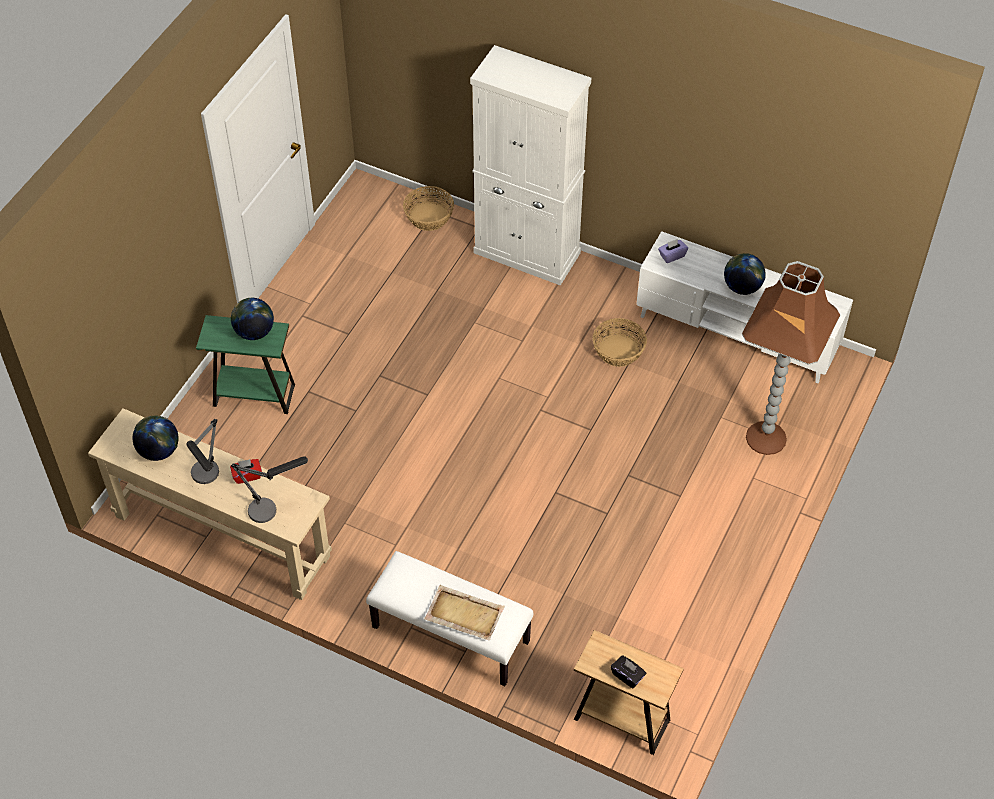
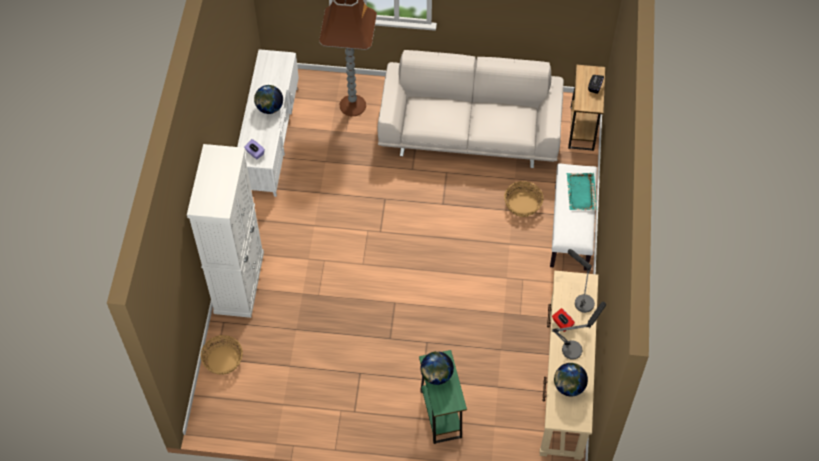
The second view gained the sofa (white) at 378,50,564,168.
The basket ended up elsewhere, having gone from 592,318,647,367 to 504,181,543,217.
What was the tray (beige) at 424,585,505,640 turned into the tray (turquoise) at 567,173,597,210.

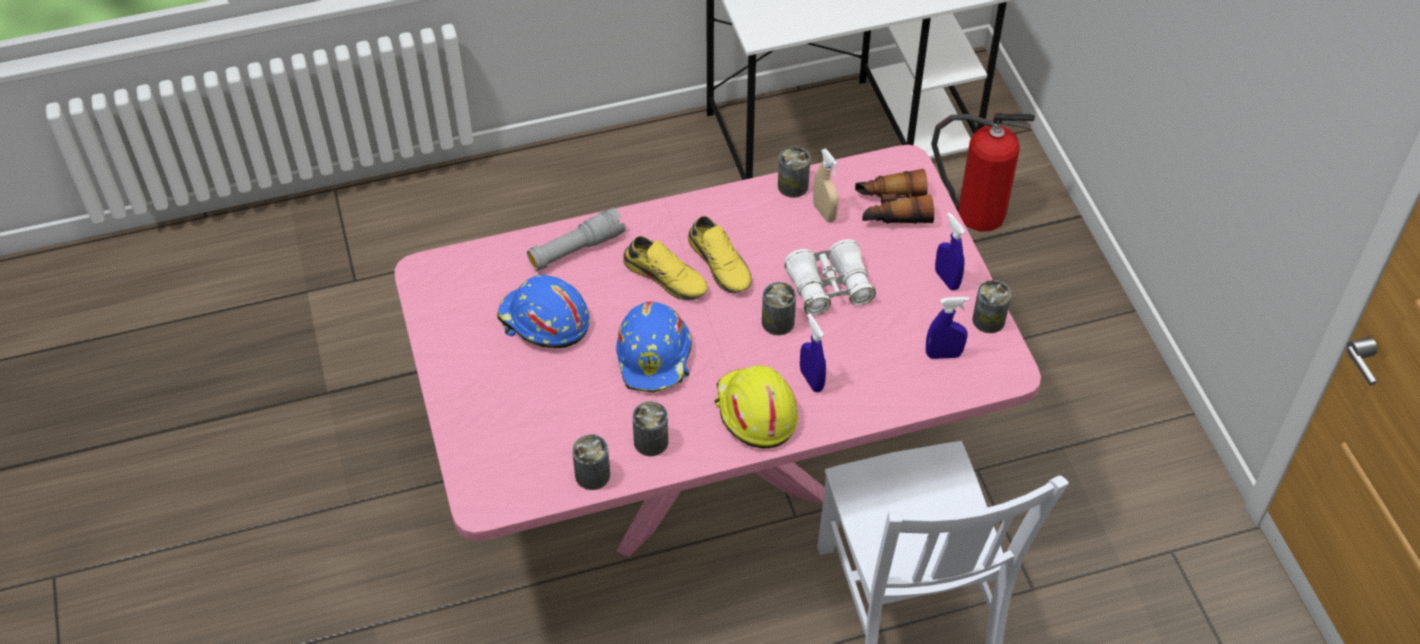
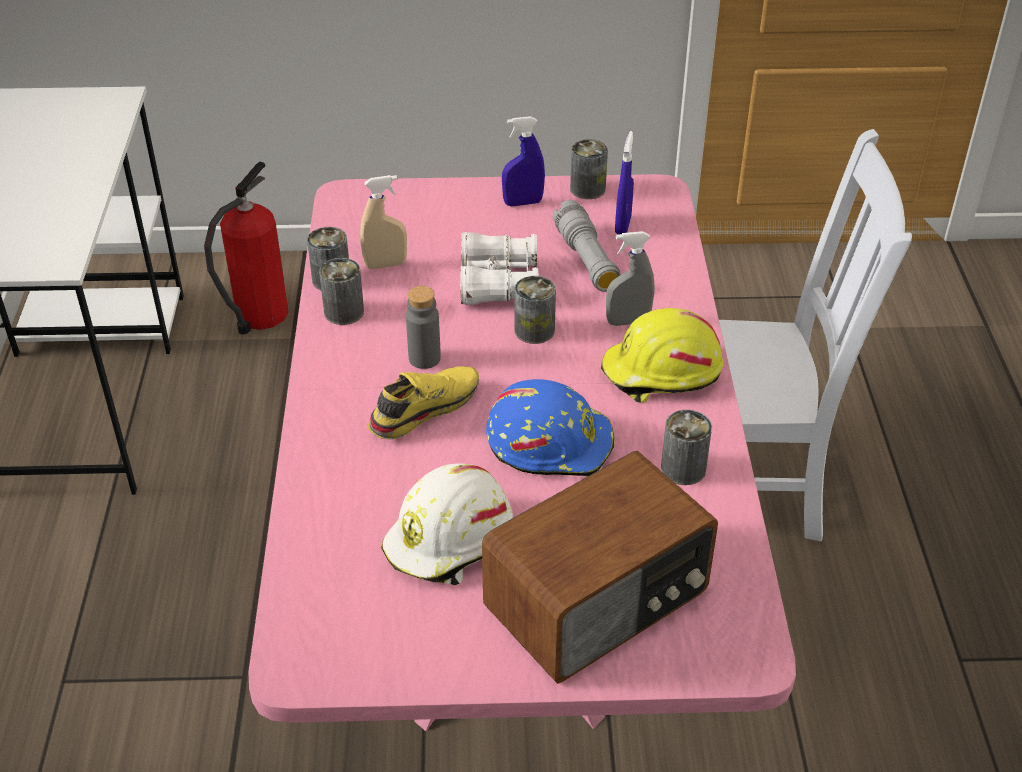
The second view lost the binoculars at 855,169,934,224.
The second view gained the radio at 482,451,718,684.
The flashlight (grey) ended up elsewhere, having gone from 527,208,626,271 to 553,200,621,292.
The can ended up elsewhere, having gone from 572,434,610,490 to 319,258,364,325.
Where the shoe (yellow) stood at 688,216,752,294, the bottle (grey) came to stand at 406,286,441,369.
What was the hard hat (blue) at 497,275,590,348 turned into the hard hat (white) at 381,463,513,585.
What was the spray bottle (blue) at 800,313,826,392 turned into the spray bottle (grey) at 606,231,654,326.

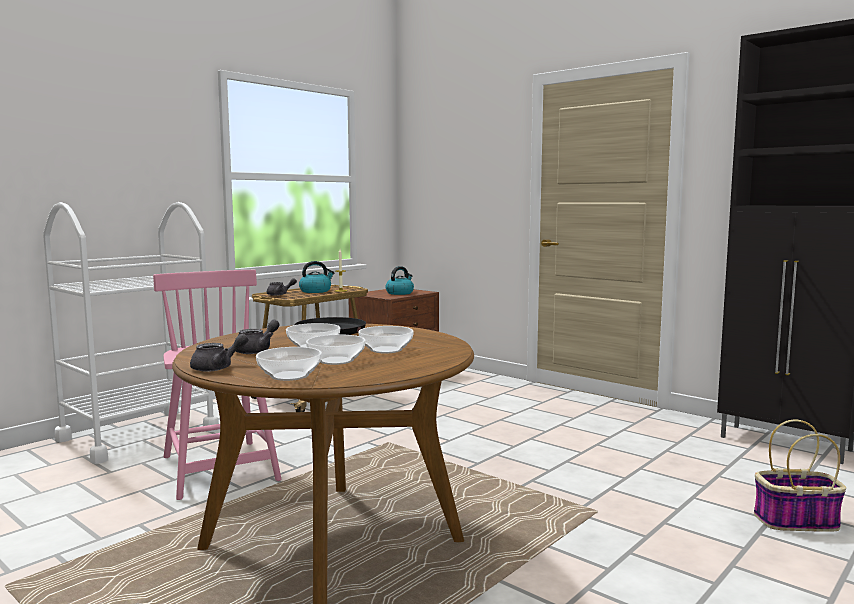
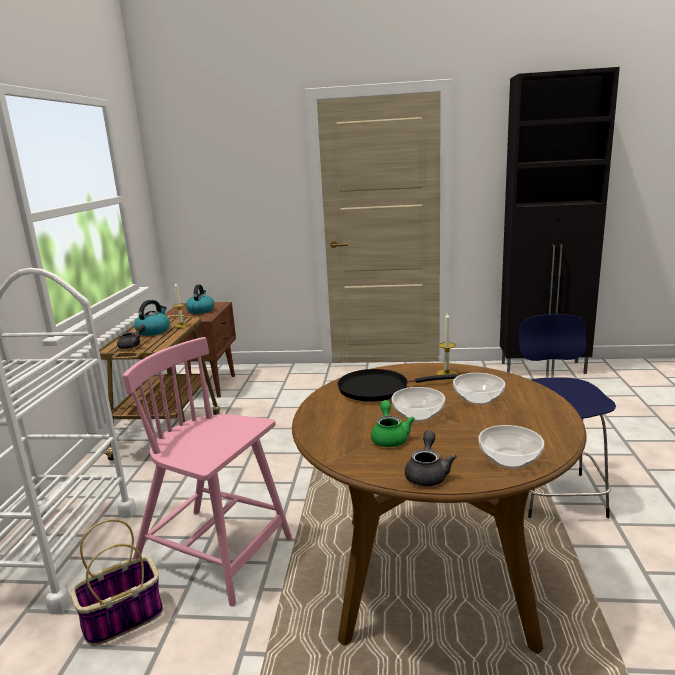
The second view lost the bowl at 306,335,366,365.
The second view gained the candle at 437,313,457,375.
The second view gained the stool (blue) at 519,314,616,518.
The basket ended up elsewhere, having gone from 754,420,846,532 to 70,519,163,646.
What was the teapot (grey) at 235,320,280,354 turned into the teapot (green) at 371,400,415,447.

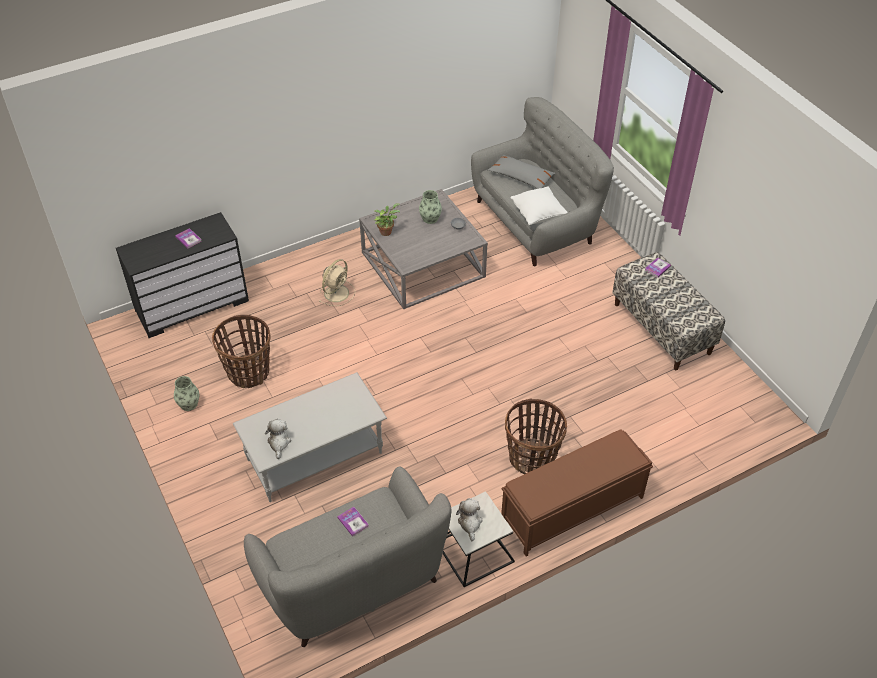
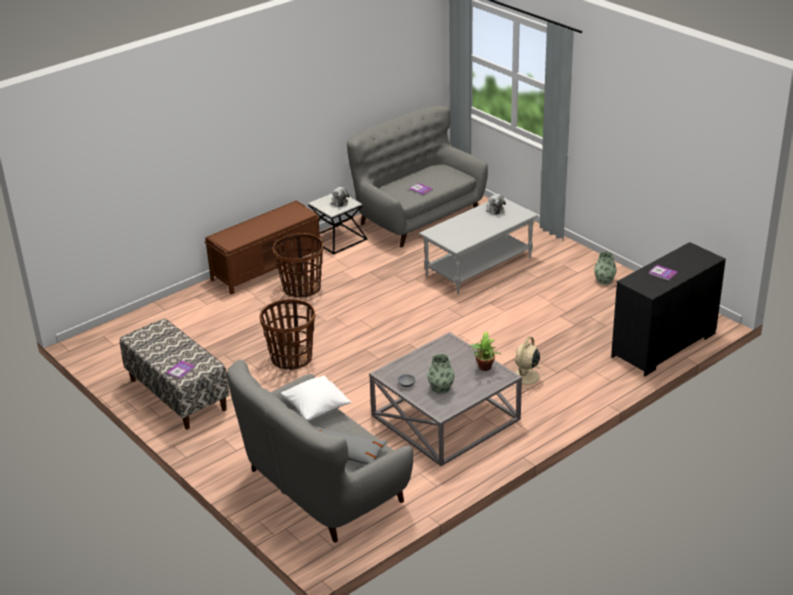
The basket ended up elsewhere, having gone from 212,315,271,388 to 259,299,315,370.

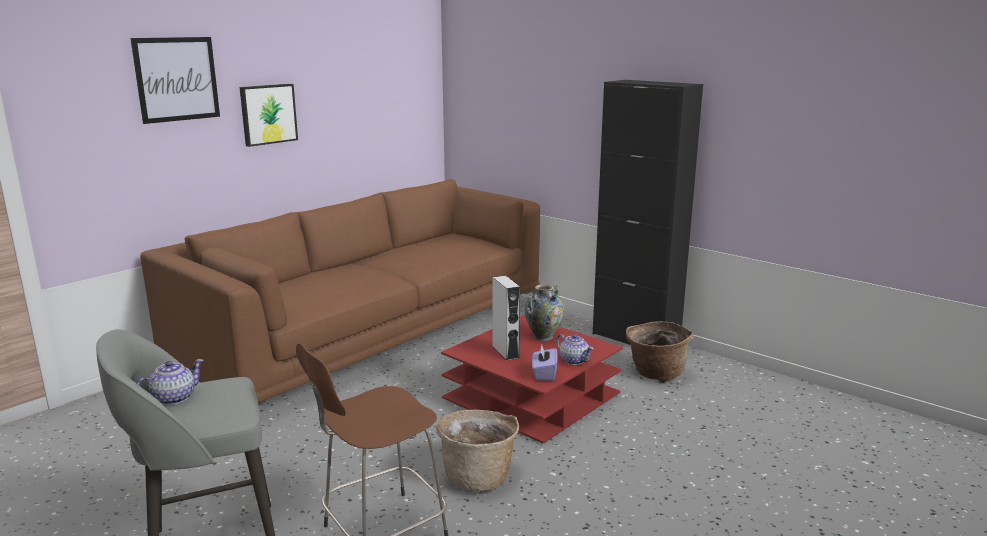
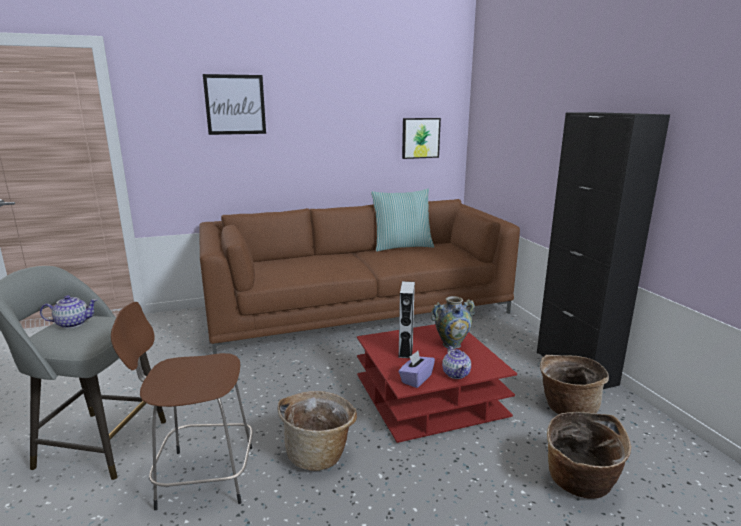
The second view gained the pillow at 371,189,434,252.
The second view gained the basket at 547,412,631,499.
The picture ended up elsewhere, having gone from 240,84,298,147 to 402,118,441,159.

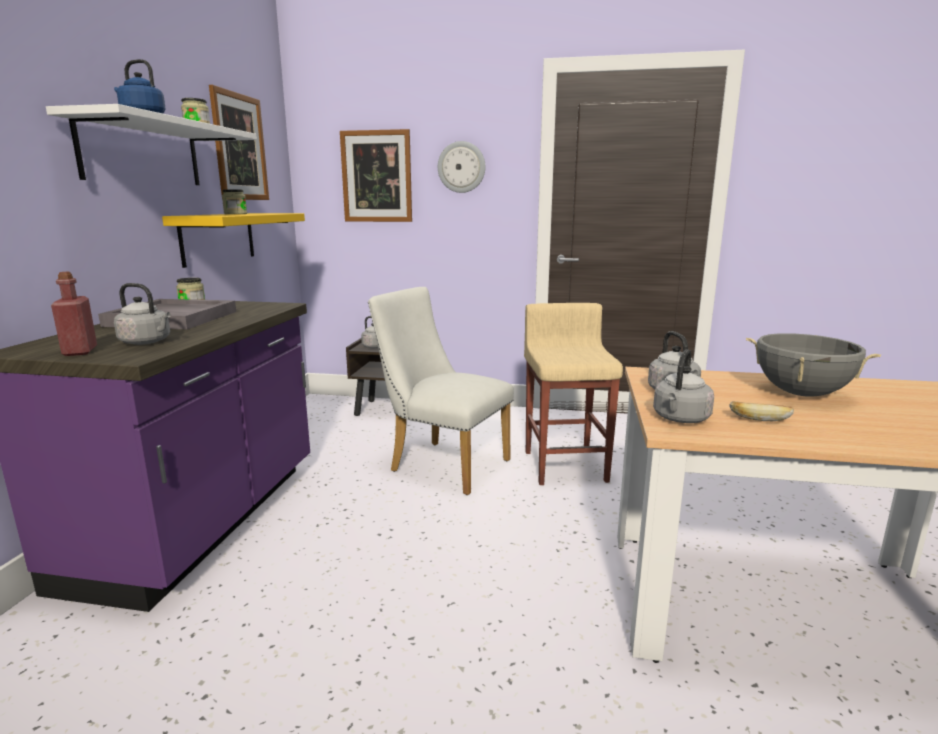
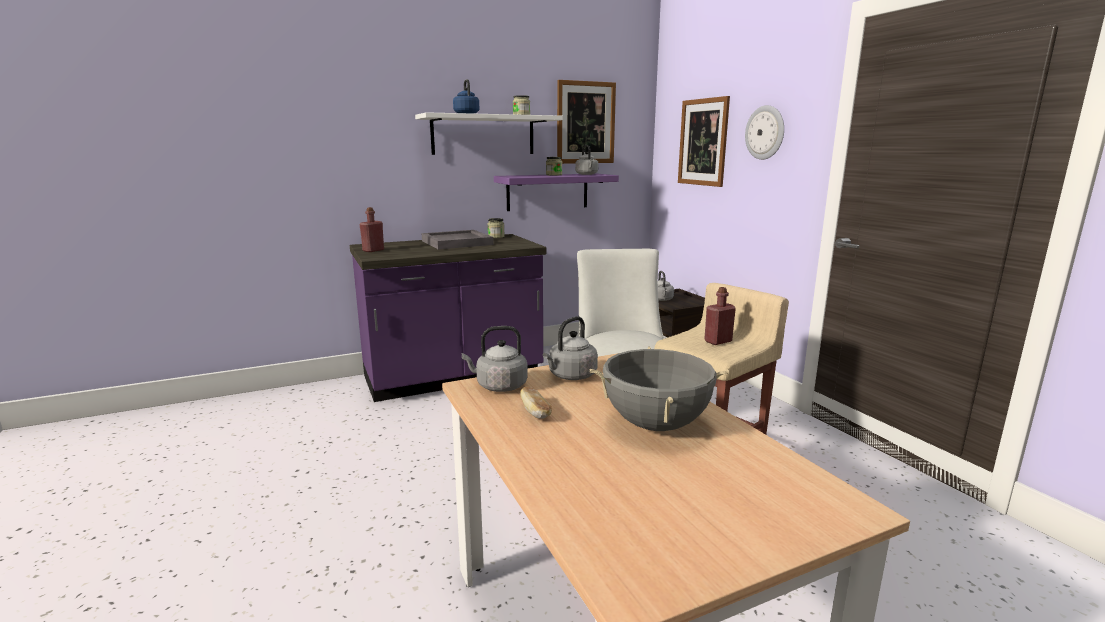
The second view gained the bottle (red) at 704,287,736,345.
The kettle (grey) ended up elsewhere, having gone from 114,283,171,345 to 575,145,598,175.
What was the shelf (yellow) at 162,213,305,268 turned into the shelf (purple) at 494,174,619,211.

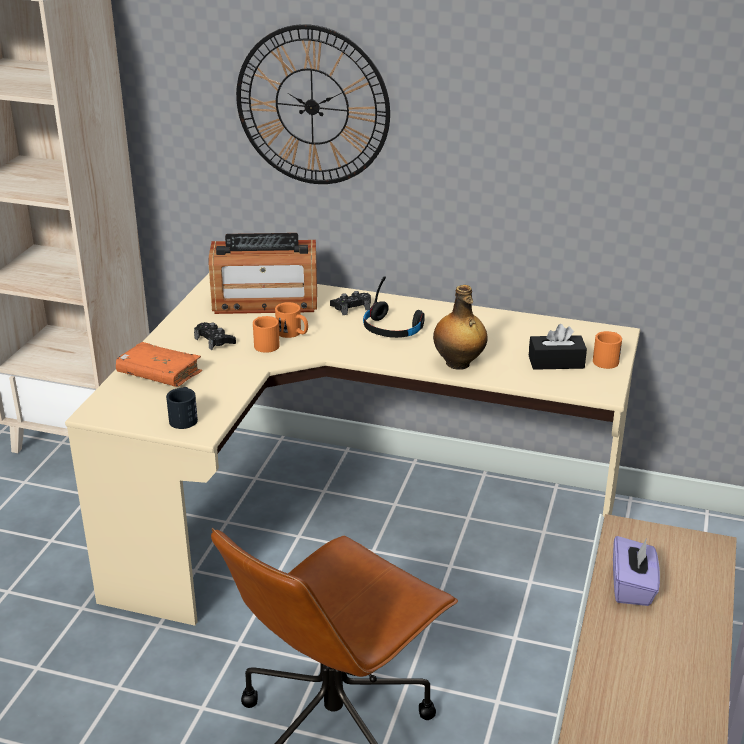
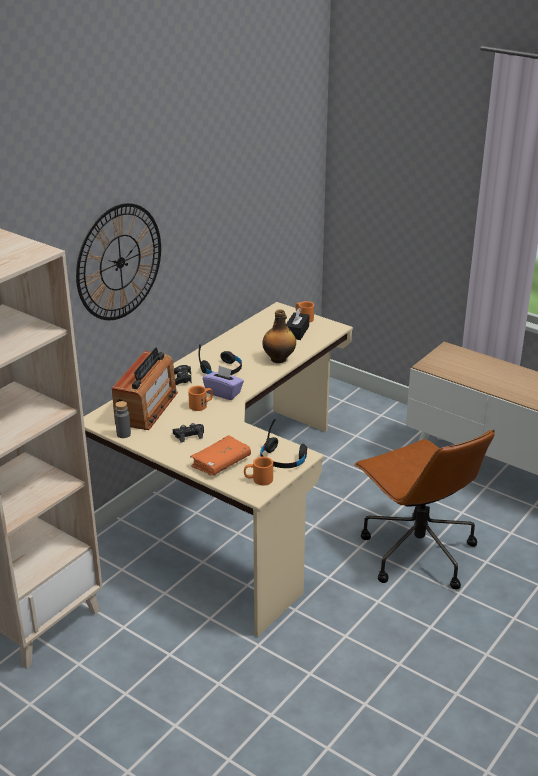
The second view gained the bottle (grey) at 115,401,131,438.
The mug (orange) ended up elsewhere, having gone from 253,316,280,353 to 244,457,273,485.
The tissue box (purple) ended up elsewhere, having gone from 613,536,660,606 to 203,365,244,400.
Where the mug (black) stood at 166,387,198,429, the headphones (black) came to stand at 260,419,307,468.

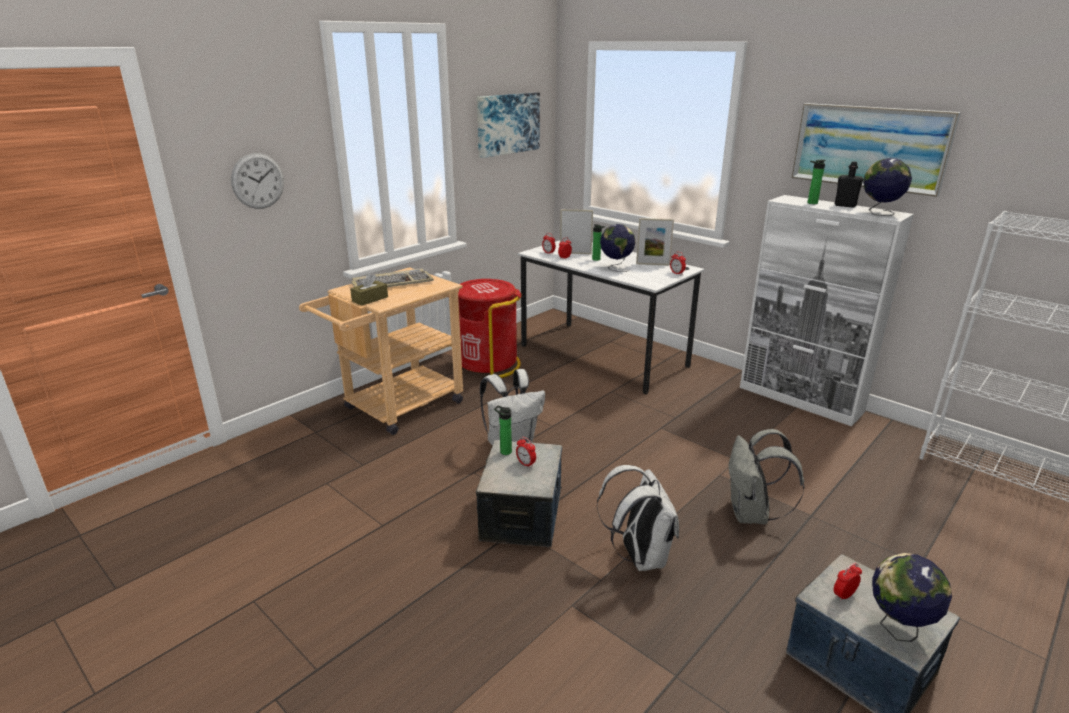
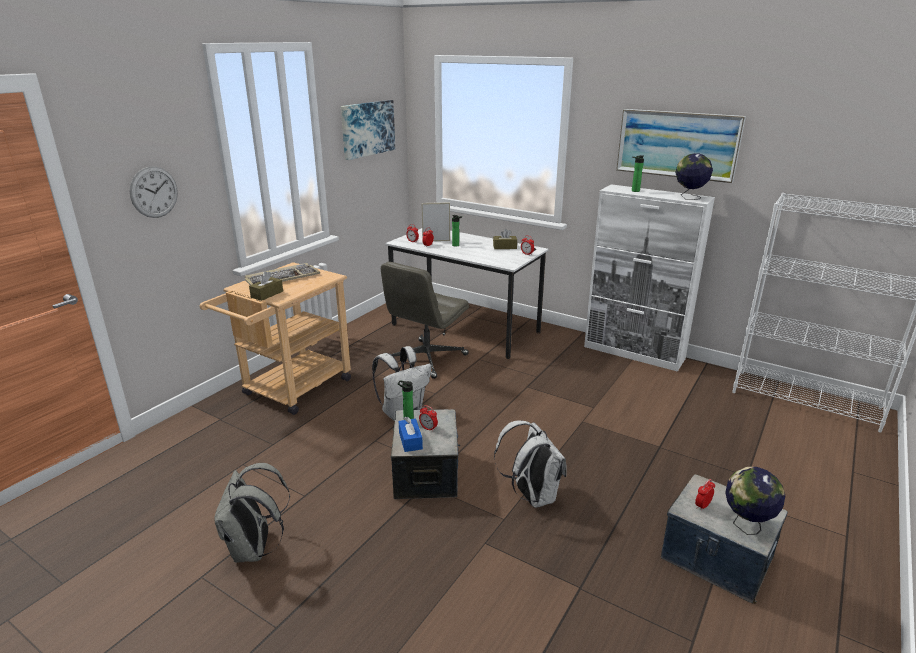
The second view lost the trash can (red) at 458,279,522,378.
The second view lost the globe at 600,224,636,272.
The second view lost the bottle (black) at 835,161,863,208.
The second view gained the office chair (grey) at 381,262,469,379.
The second view gained the tissue box (blue) at 399,416,423,452.
The backpack (grey) ended up elsewhere, having gone from 729,429,805,524 to 214,463,290,562.
Where the picture frame stood at 636,218,674,266, the tissue box (brown) came to stand at 493,229,517,249.

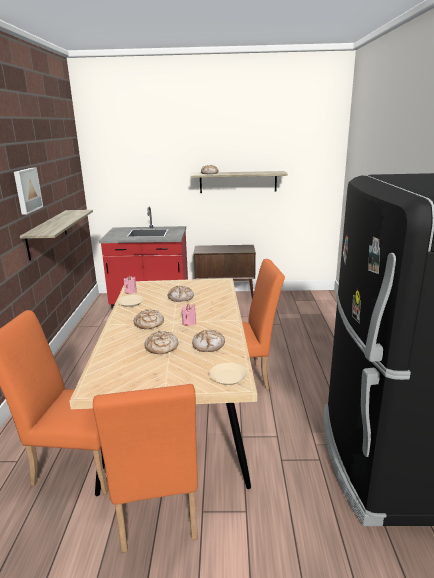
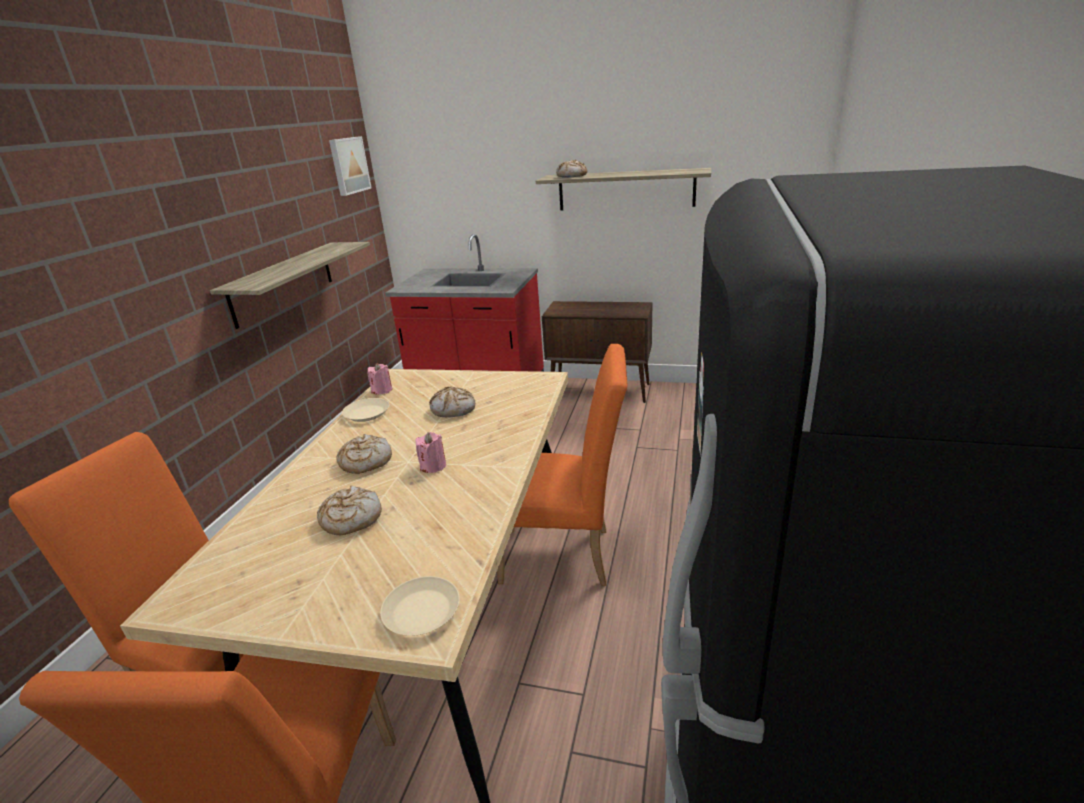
The second view lost the bread at 192,330,225,352.
The picture ended up elsewhere, having gone from 14,168,43,215 to 329,136,371,196.

